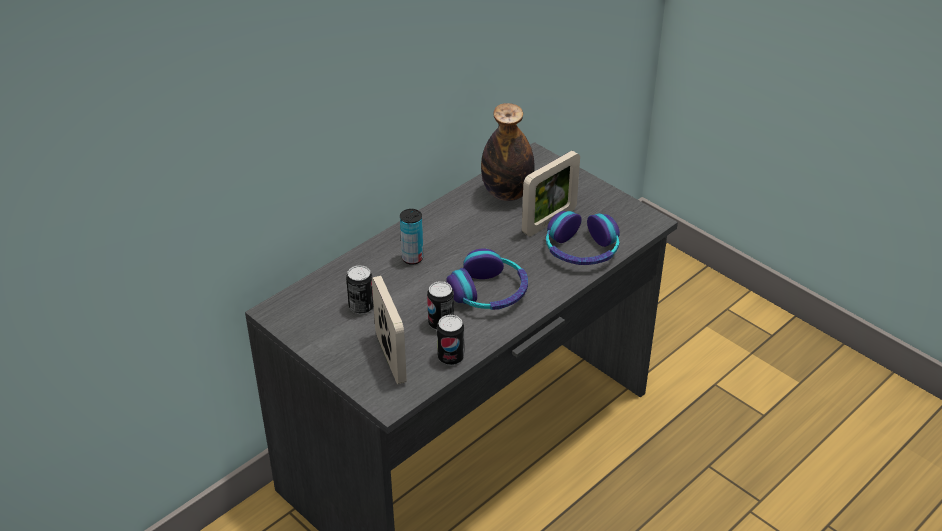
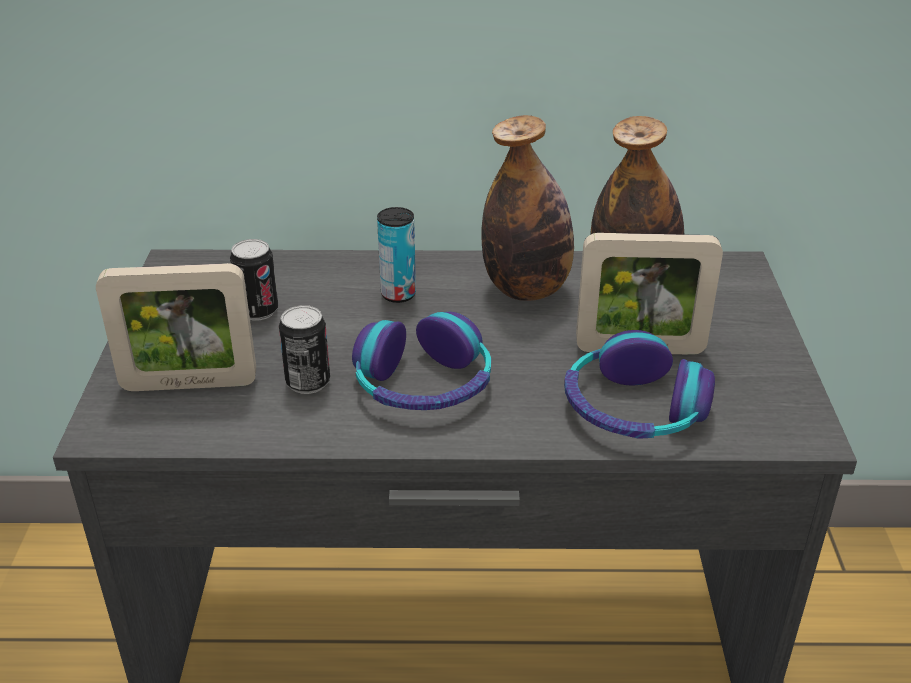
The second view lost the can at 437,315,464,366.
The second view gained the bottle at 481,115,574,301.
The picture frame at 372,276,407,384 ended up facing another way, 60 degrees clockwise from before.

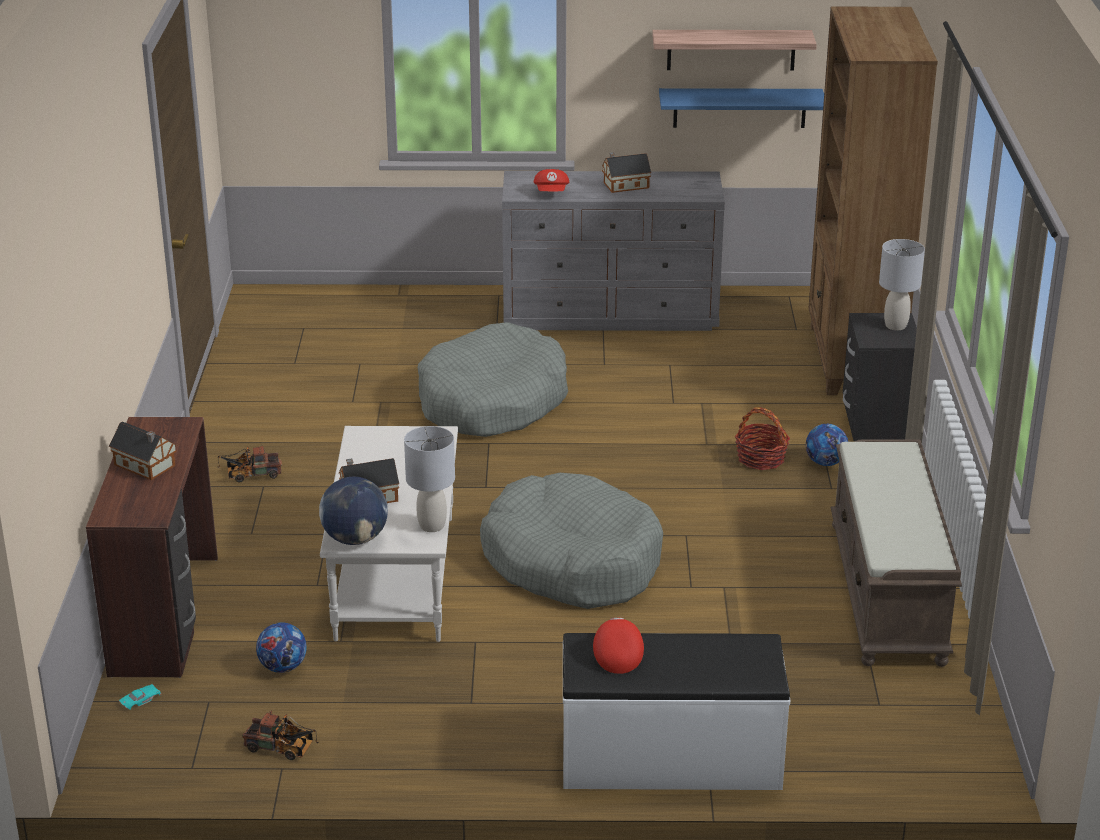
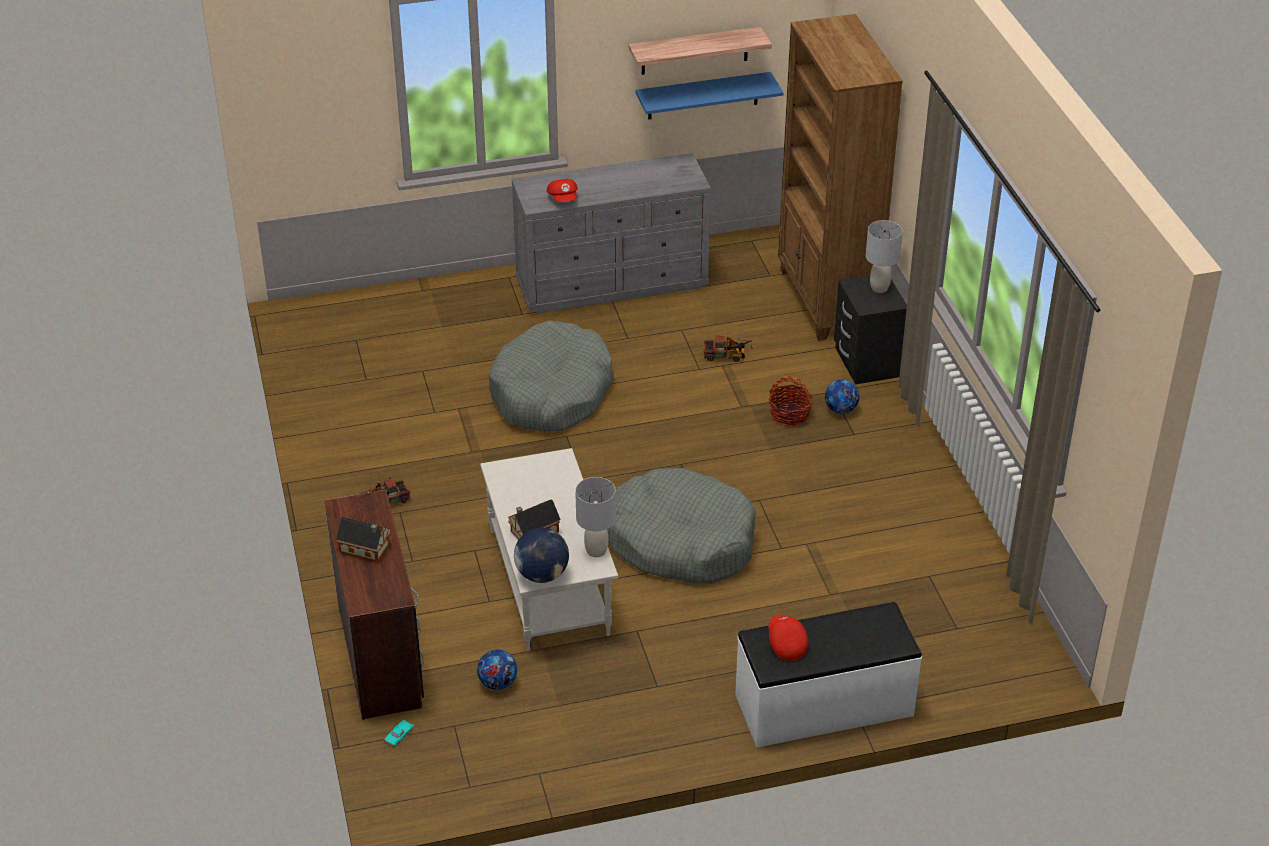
The second view lost the toy house at 602,152,651,193.
The second view lost the bench (brown) at 831,439,962,667.
The toy truck ended up elsewhere, having gone from 242,710,319,760 to 703,335,752,362.

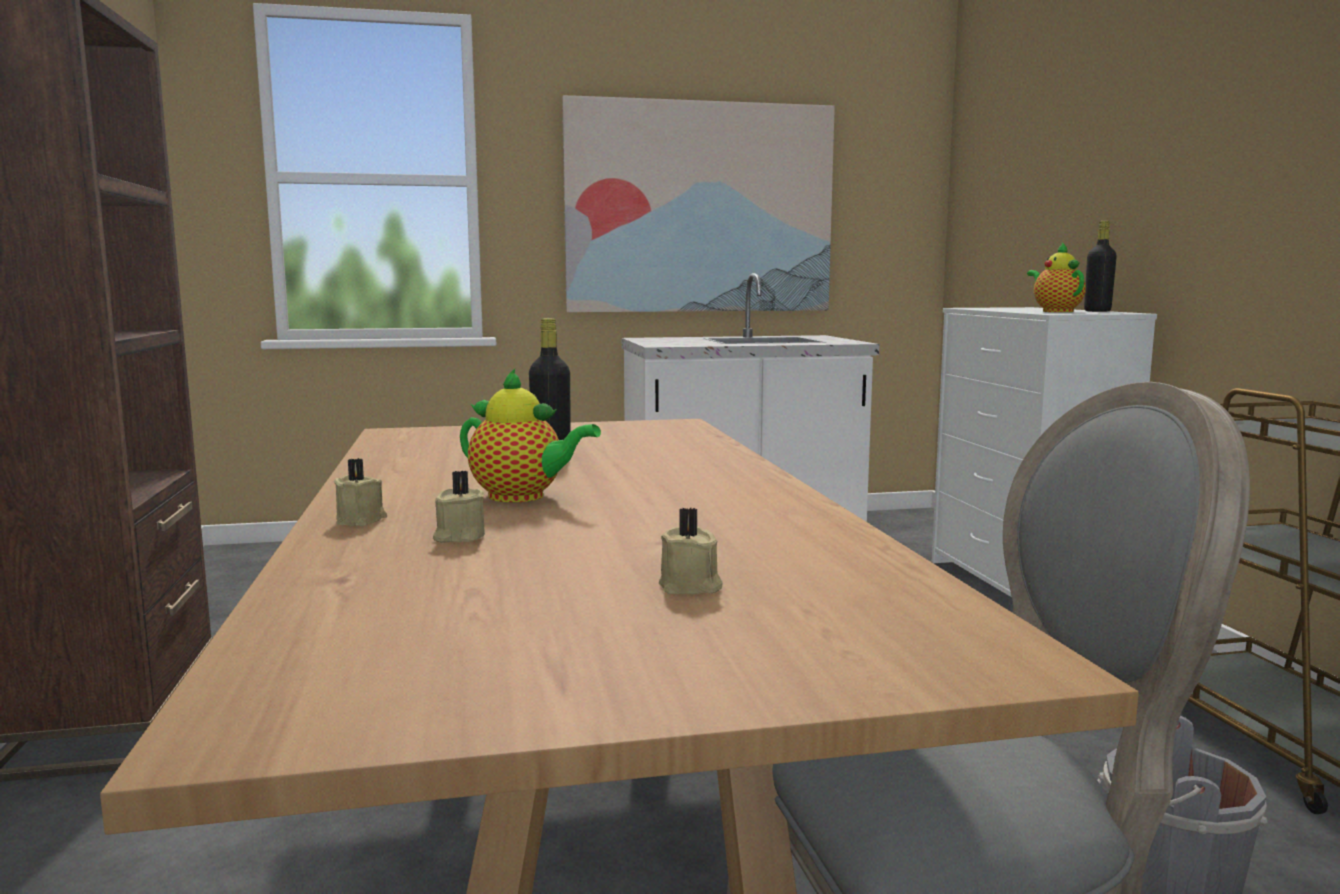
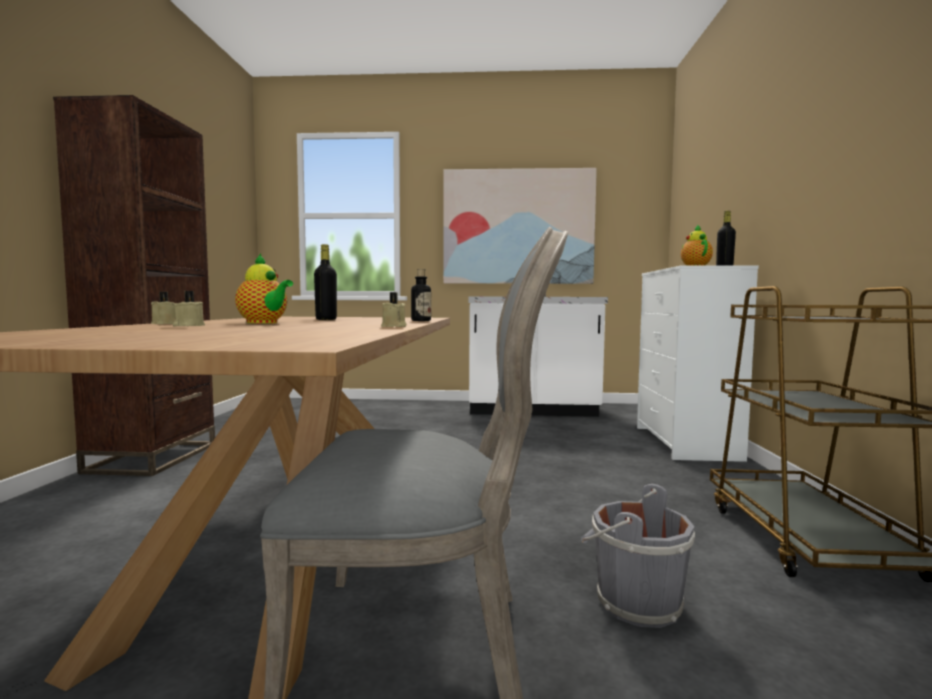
The second view gained the bottle at 411,269,431,321.
The candle (beige) ended up elsewhere, having gone from 659,508,723,594 to 381,292,406,327.

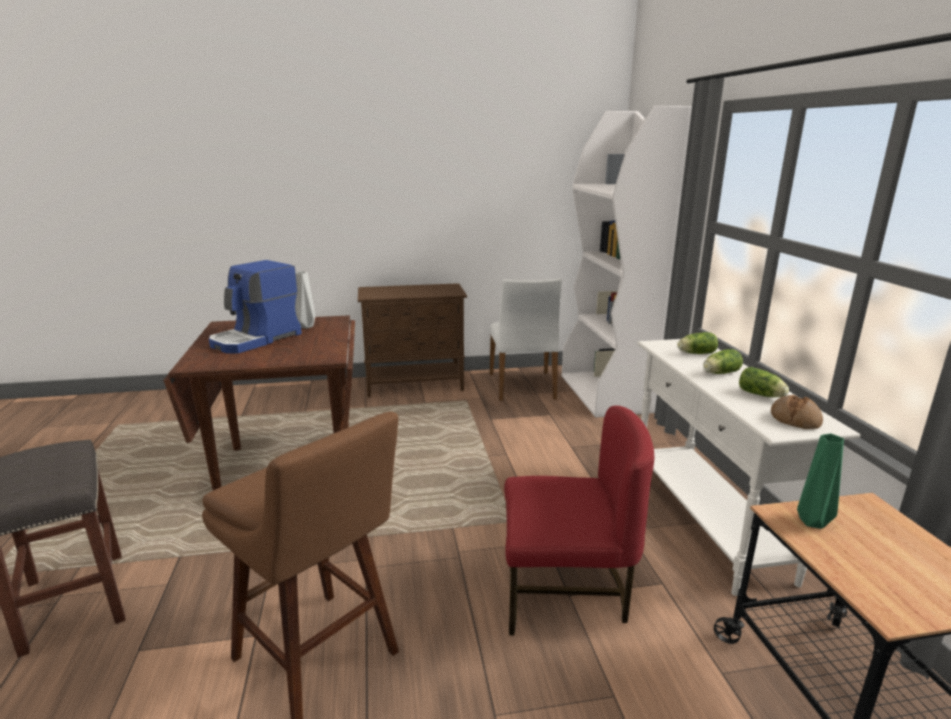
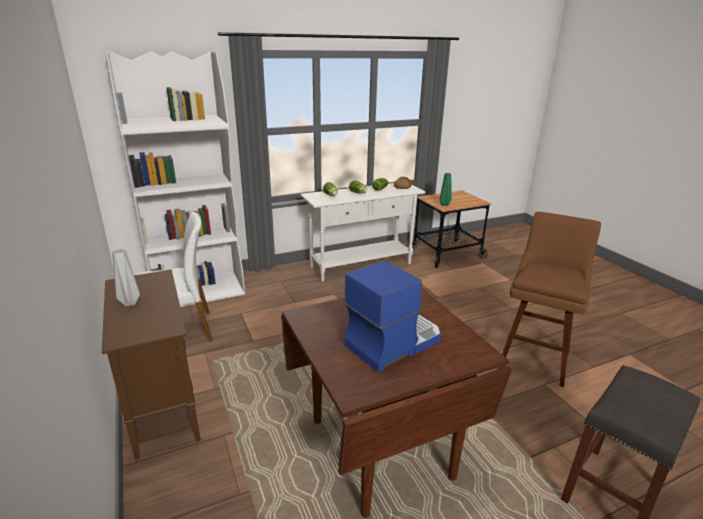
The second view lost the chair (red) at 504,406,654,635.
The vase (grey) ended up elsewhere, having gone from 295,271,315,328 to 112,249,140,306.
The coffee machine at 209,260,302,353 ended up facing another way, 60 degrees counterclockwise from before.

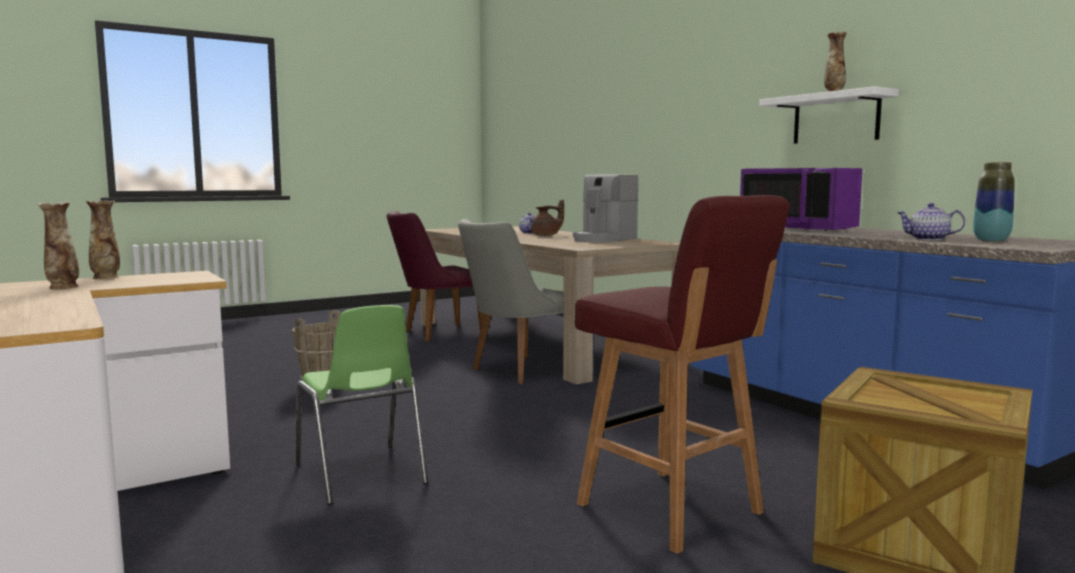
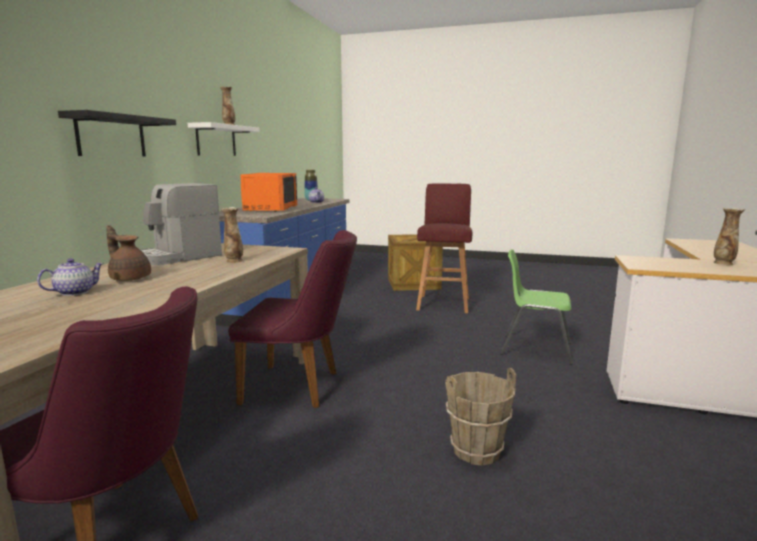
The second view gained the shelf (black) at 58,110,176,156.
The vase ended up elsewhere, having gone from 86,201,120,279 to 221,207,243,263.
What was the chair (grey) at 458,219,564,384 turned into the chair (purple) at 228,230,357,408.
What was the microwave (purple) at 740,168,863,231 turned into the microwave (orange) at 241,173,297,212.
The chair (green) at 295,305,428,505 ended up facing another way, 90 degrees counterclockwise from before.
The coffee machine at 572,175,638,242 ended up facing another way, 135 degrees clockwise from before.

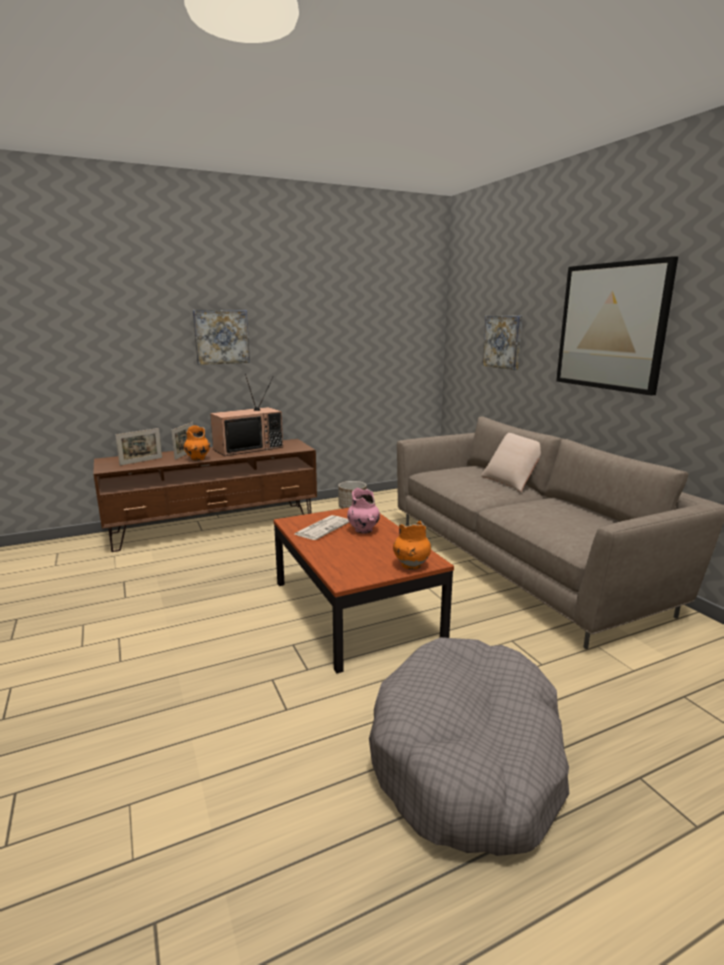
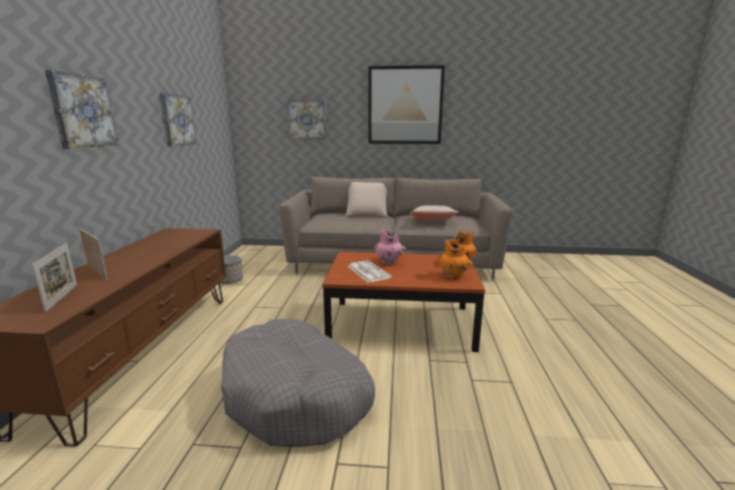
The second view lost the television at 210,374,283,456.
The second view gained the picture at 159,93,197,147.
The second view gained the pillow (beige) at 409,206,458,220.
The vase (orange) ended up elsewhere, having gone from 184,425,210,461 to 438,239,472,279.
The dog bed (grey) ended up elsewhere, having gone from 369,637,569,856 to 221,318,375,447.

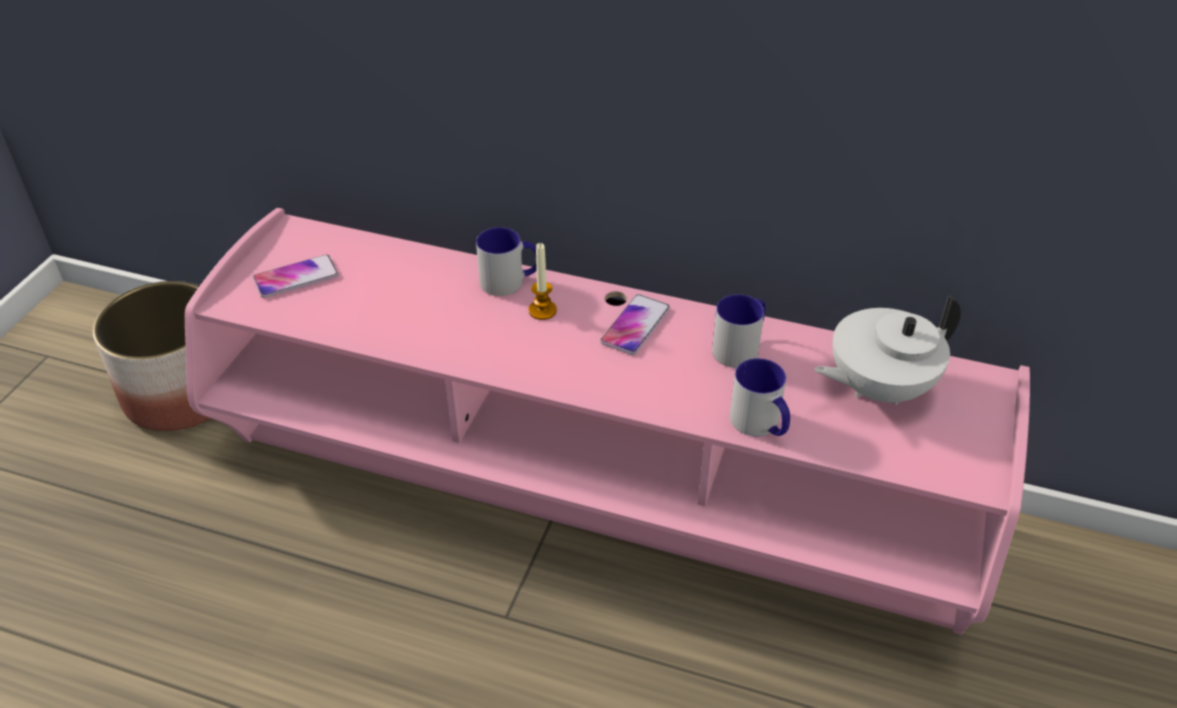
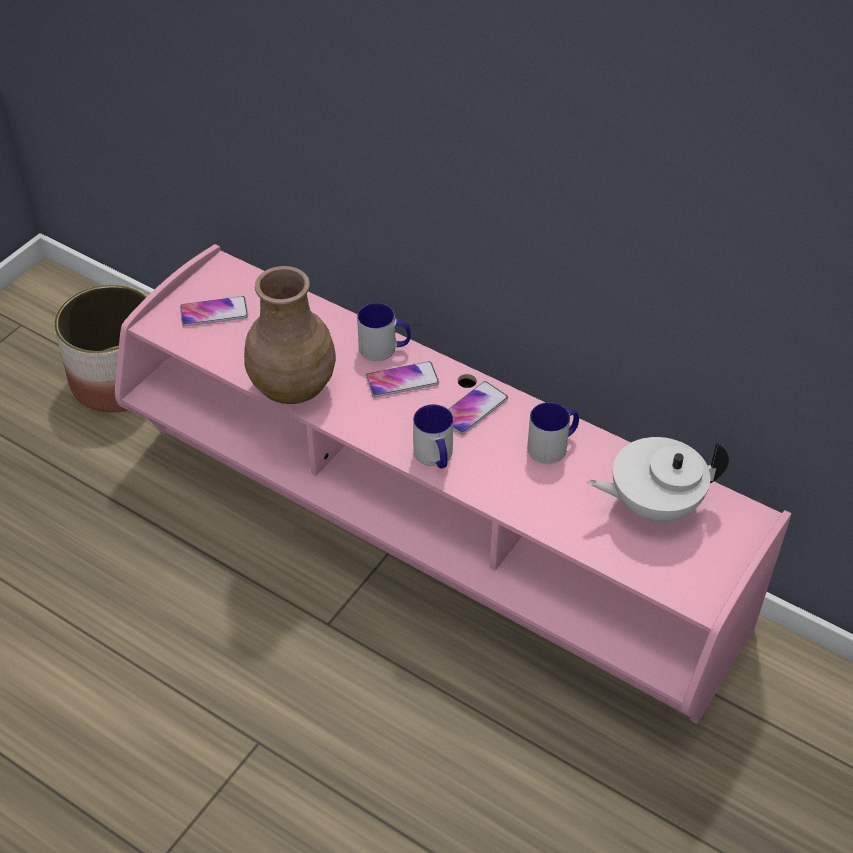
The second view gained the vase (brown) at 244,266,336,404.
The mug ended up elsewhere, having gone from 730,358,790,436 to 413,404,453,469.
Where the candle stood at 528,243,557,320, the phone came to stand at 366,361,439,397.

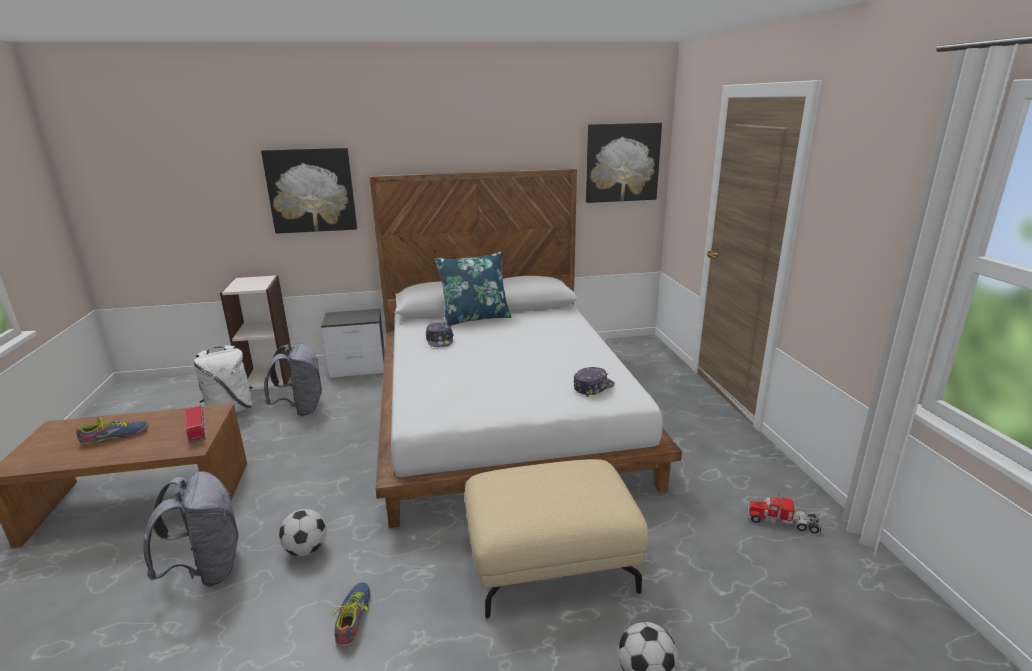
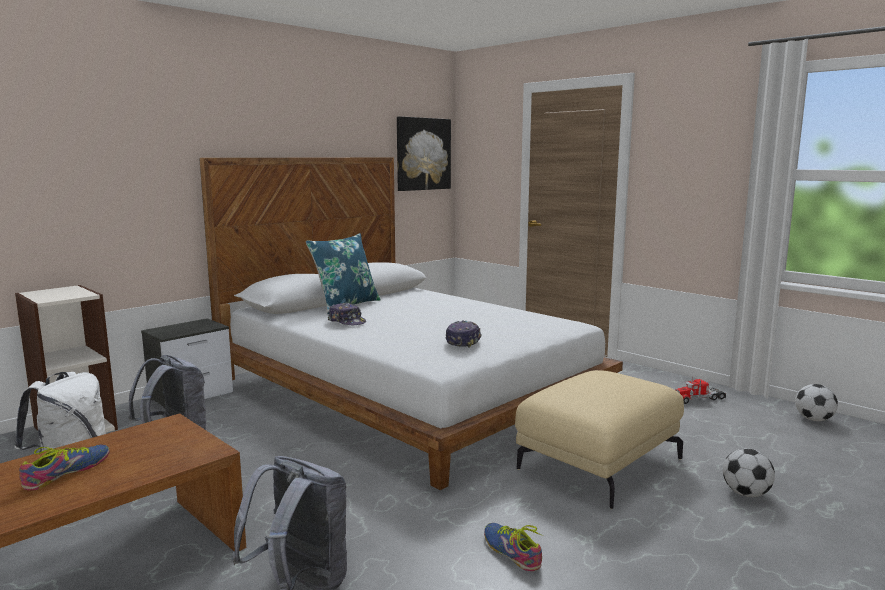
The second view lost the toy truck at 185,405,206,444.
The second view lost the picture at 261,148,357,234.
The football ended up elsewhere, having gone from 279,509,327,556 to 795,384,838,421.
The cap ended up elsewhere, having gone from 573,367,615,397 to 445,320,482,348.

